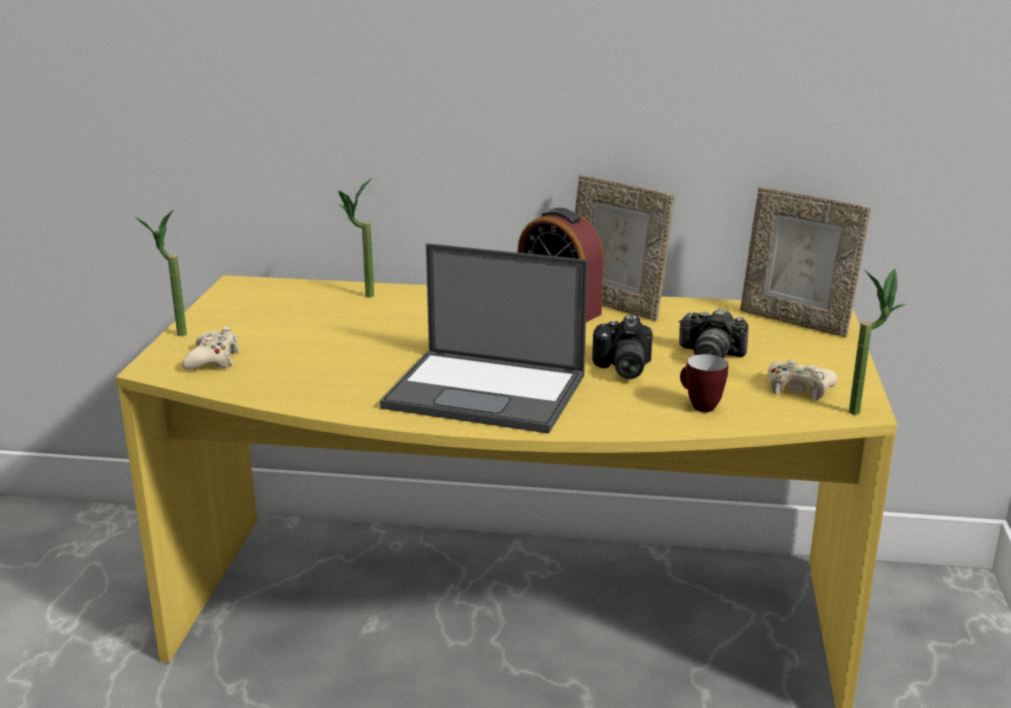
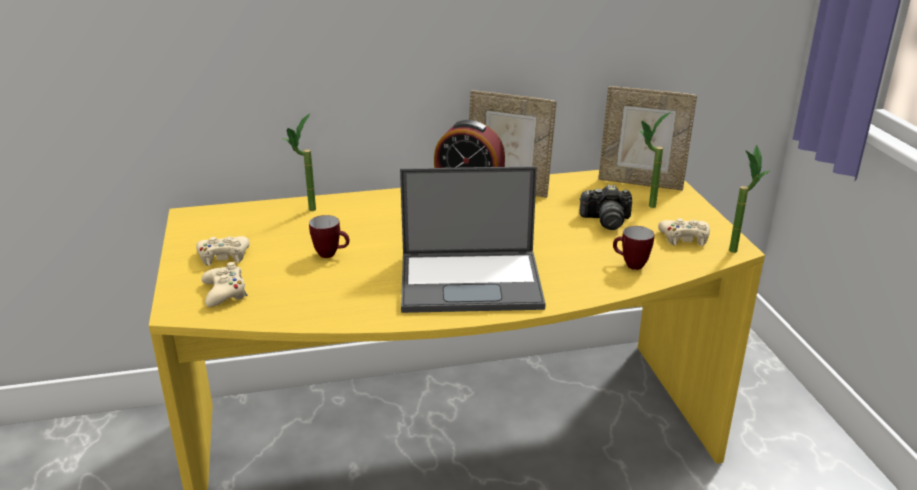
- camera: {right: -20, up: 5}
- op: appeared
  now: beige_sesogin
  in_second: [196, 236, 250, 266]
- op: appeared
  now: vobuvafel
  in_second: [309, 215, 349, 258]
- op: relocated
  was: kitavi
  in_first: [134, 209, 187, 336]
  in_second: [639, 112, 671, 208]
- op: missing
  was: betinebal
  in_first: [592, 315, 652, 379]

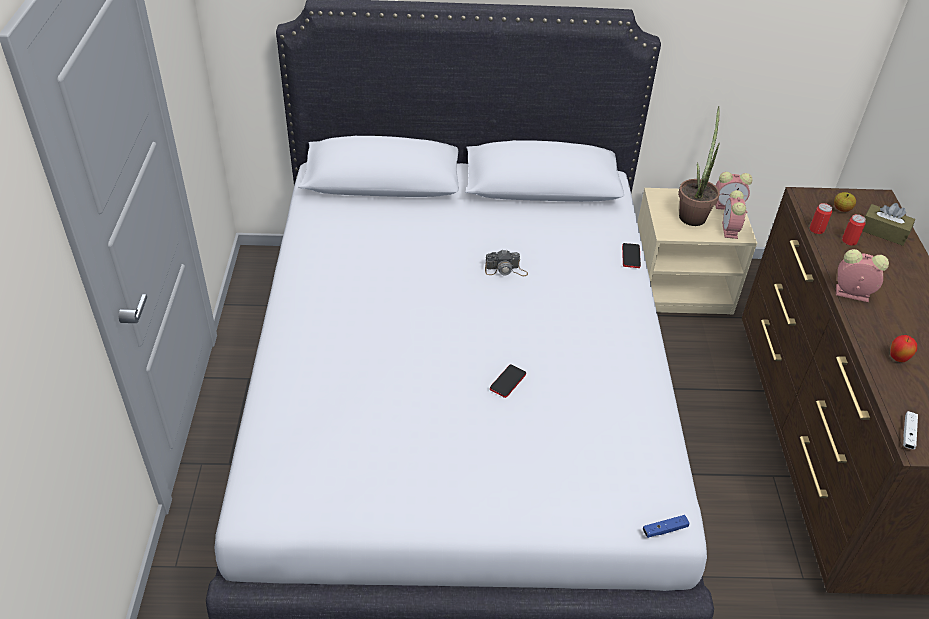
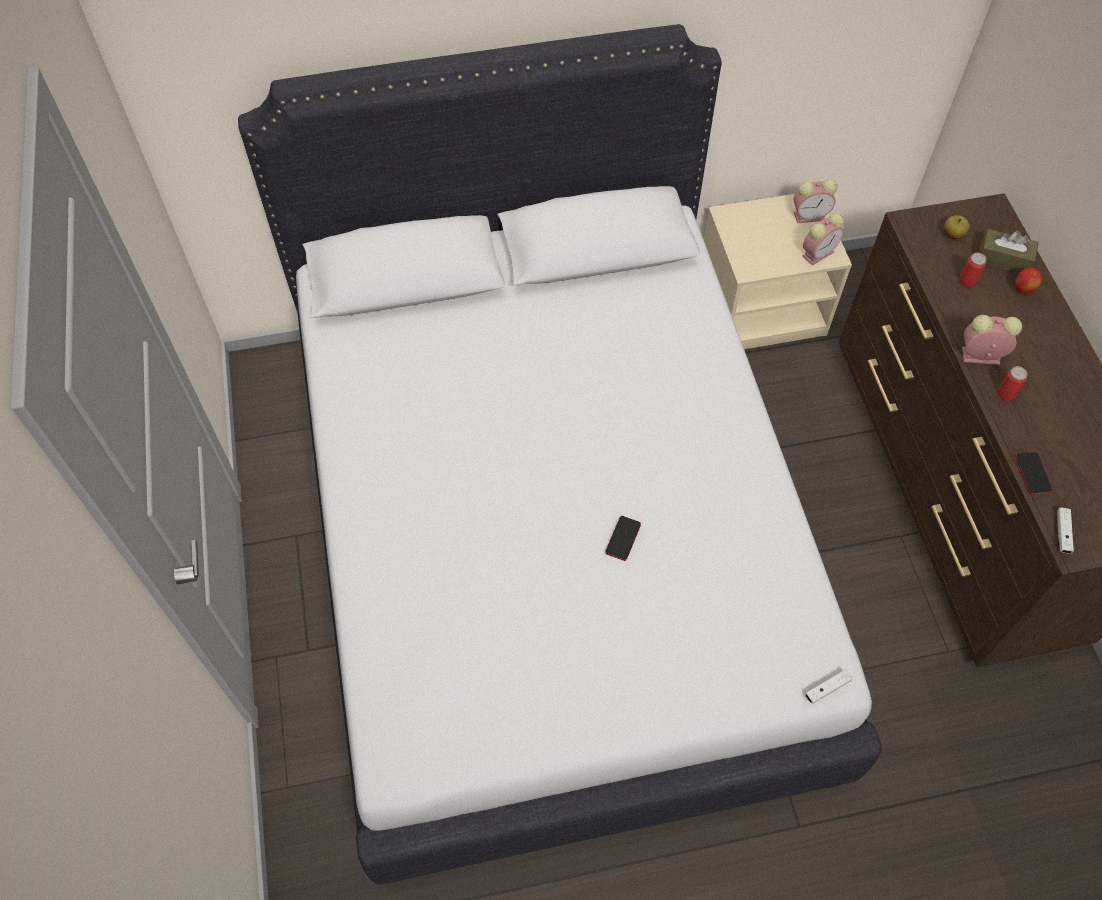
- camera: {right: -10, up: 15}
- op: spun
  was: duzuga
  in_first: [722, 190, 748, 239]
  in_second: [802, 213, 844, 266]
  clockwise: -120
- op: colour
  was: blue_sesogin
  now: white_sesogin
  in_first: [643, 515, 690, 538]
  in_second: [805, 670, 852, 704]
- op: relocated
  was: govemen
  in_first: [810, 203, 832, 234]
  in_second: [997, 366, 1028, 400]
- op: relocated
  was: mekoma
  in_first: [622, 243, 641, 268]
  in_second: [1015, 452, 1052, 495]
- op: relocated
  was: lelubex
  in_first: [890, 335, 917, 362]
  in_second: [1016, 267, 1043, 295]
- op: missing
  was: betinebal
  in_first: [485, 250, 528, 276]
- op: missing
  was: kitavi
  in_first: [678, 106, 720, 226]

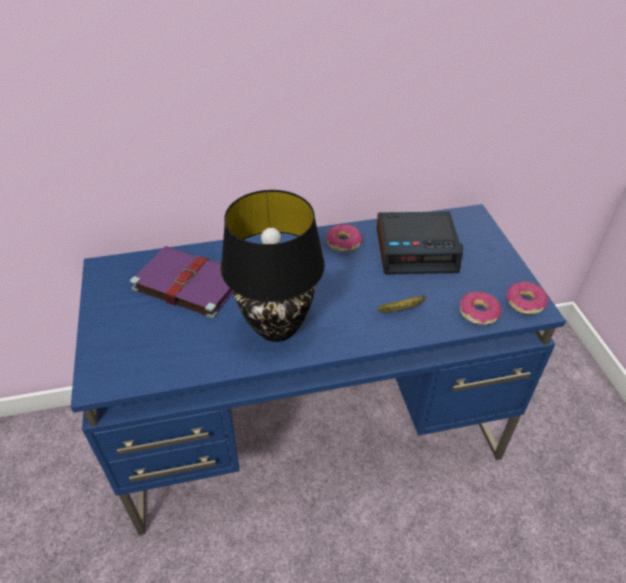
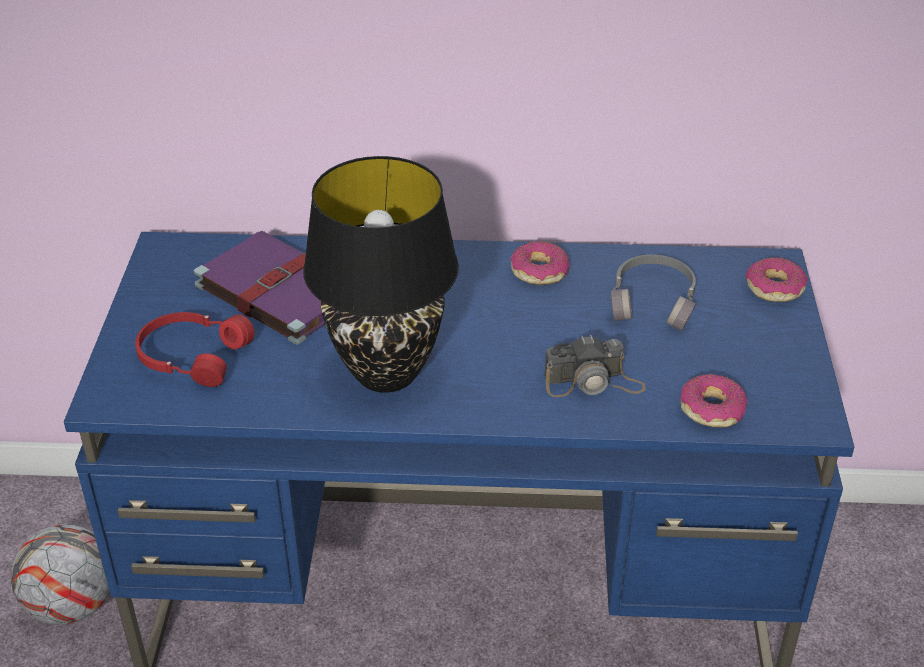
- camera: {right: 15, up: -5}
- op: appeared
  now: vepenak
  in_second: [11, 524, 110, 625]
- op: appeared
  now: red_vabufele
  in_second: [135, 312, 254, 387]
- op: exchanged
  was: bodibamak
  now: betinebal
  in_first: [377, 294, 426, 312]
  in_second: [544, 335, 646, 397]
- op: exchanged
  was: duzuga
  now: grey_vabufele
  in_first: [377, 211, 463, 274]
  in_second: [611, 254, 696, 331]
- op: relocated
  was: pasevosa
  in_first: [507, 281, 548, 314]
  in_second: [745, 257, 808, 302]

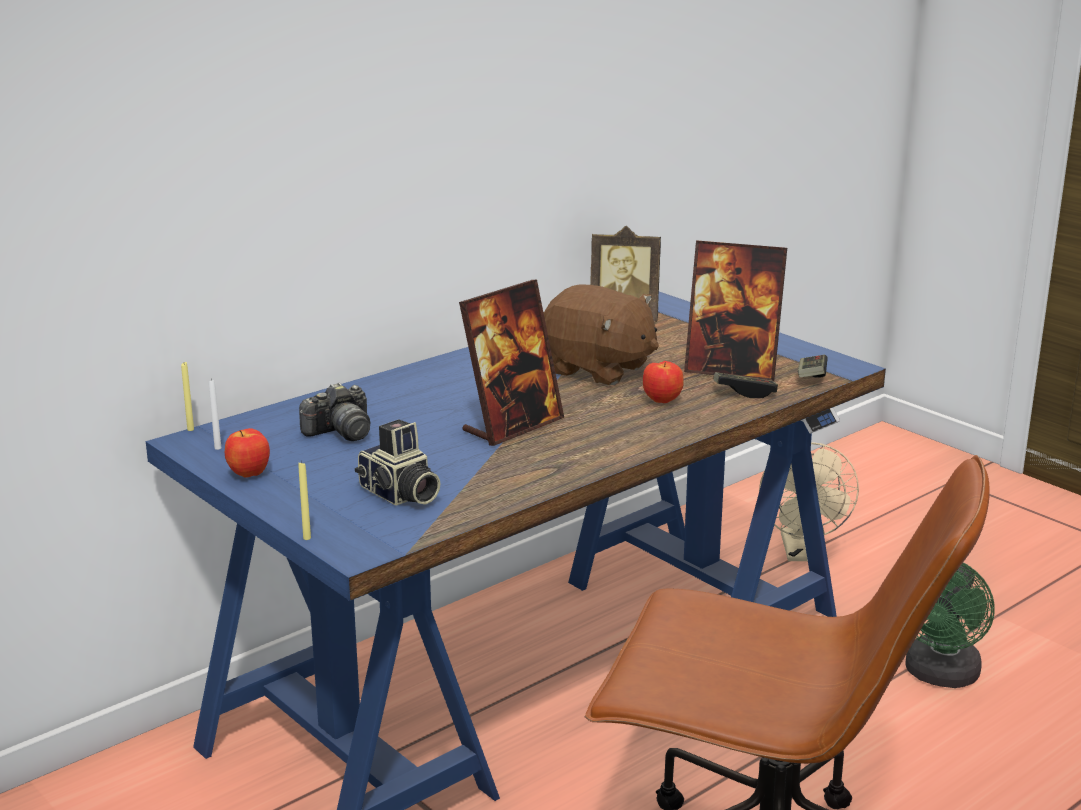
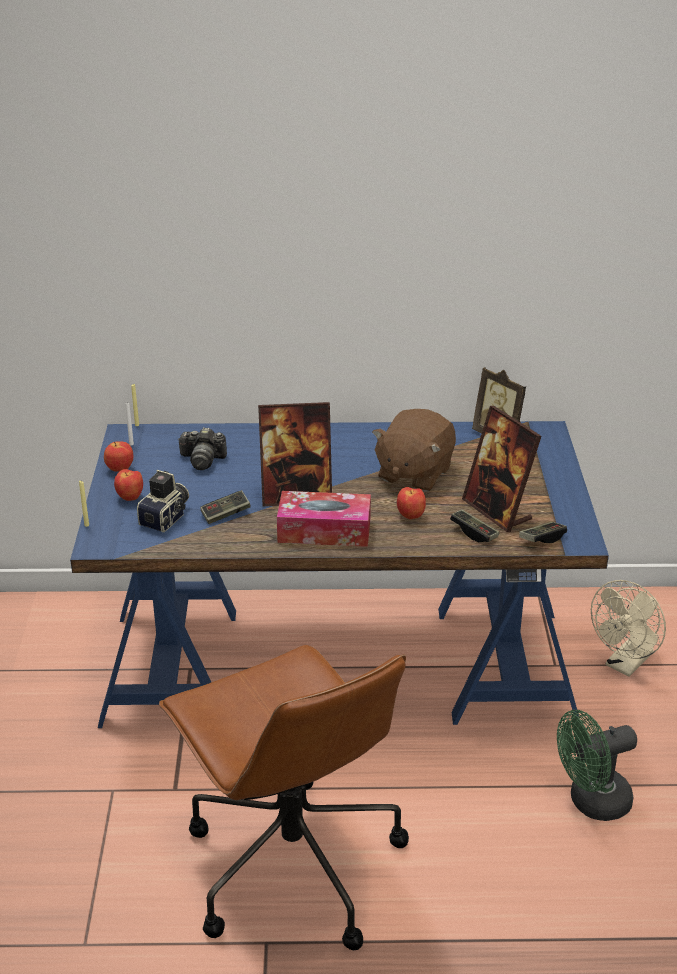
- camera: {right: 40, up: 10}
- op: appeared
  now: lelubex
  in_second: [114, 469, 143, 501]
- op: spun
  was: betinebal
  in_first: [355, 419, 441, 506]
  in_second: [137, 470, 189, 532]
  clockwise: -150
- op: appeared
  now: sesogin
  in_second: [200, 490, 251, 524]
- op: appeared
  now: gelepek
  in_second: [277, 491, 371, 547]
- op: spun
  was: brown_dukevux
  in_first: [544, 284, 659, 385]
  in_second: [372, 409, 456, 492]
  clockwise: 45

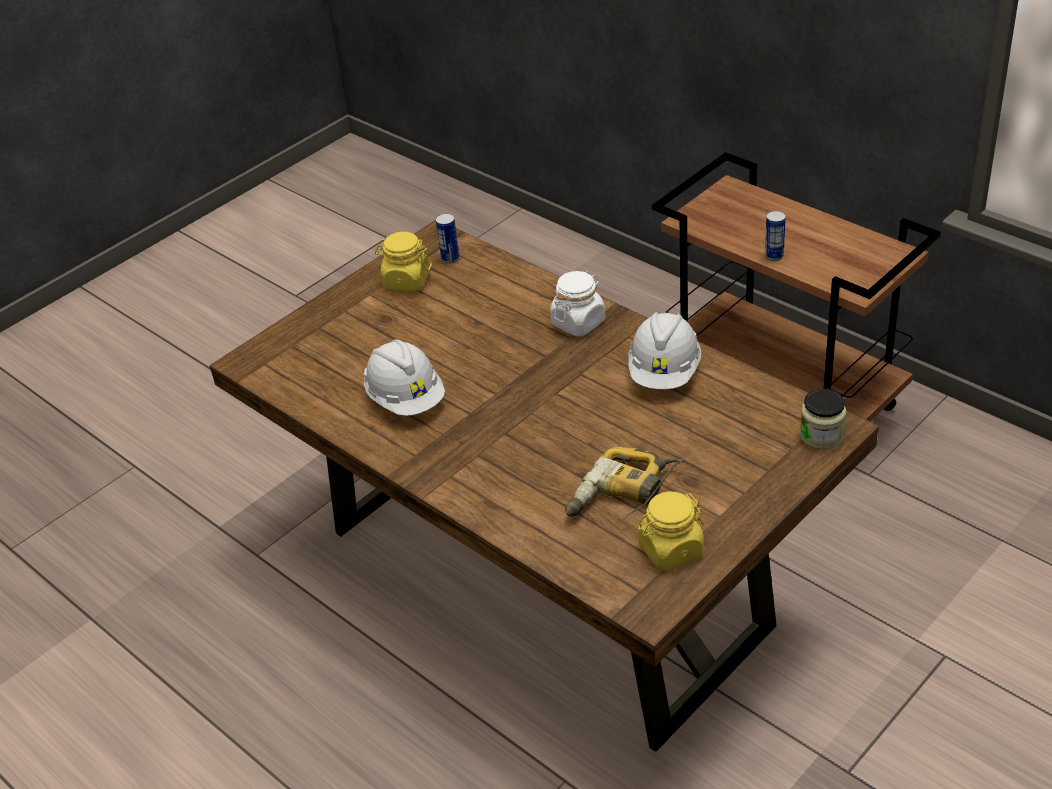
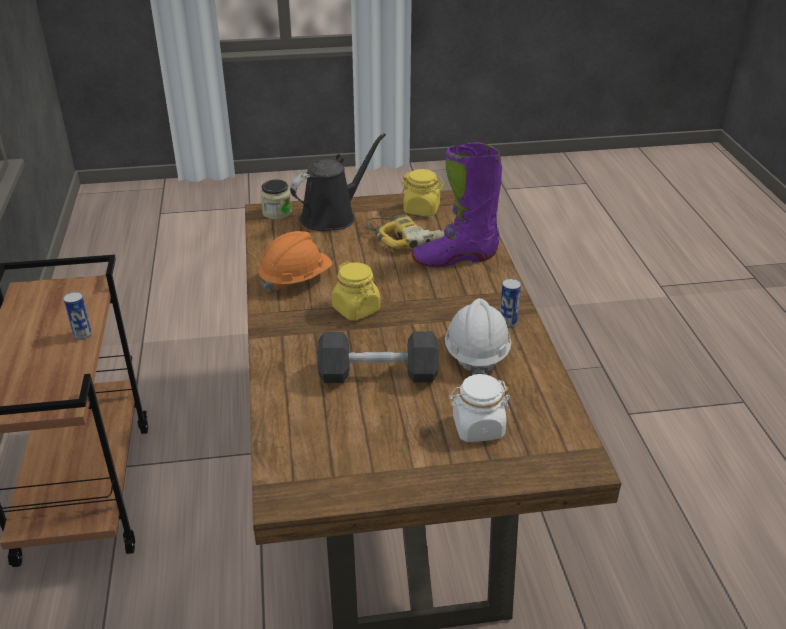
- camera: {right: -145, up: -5}
- op: colour
  was: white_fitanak
  now: orange_fitanak
  in_first: [628, 312, 701, 390]
  in_second: [259, 231, 332, 292]
- op: appeared
  now: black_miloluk
  in_second: [290, 133, 386, 231]
- op: appeared
  now: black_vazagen
  in_second: [317, 331, 439, 383]
- op: relocated
  was: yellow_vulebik
  in_first: [375, 232, 432, 292]
  in_second: [332, 262, 380, 321]
- op: appeared
  now: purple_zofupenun
  in_second: [412, 142, 502, 267]
- op: relocated
  was: white_vulebik
  in_first: [550, 271, 605, 337]
  in_second: [449, 374, 510, 442]
- op: relocated
  was: govemen
  in_first: [436, 213, 460, 264]
  in_second: [500, 279, 521, 327]

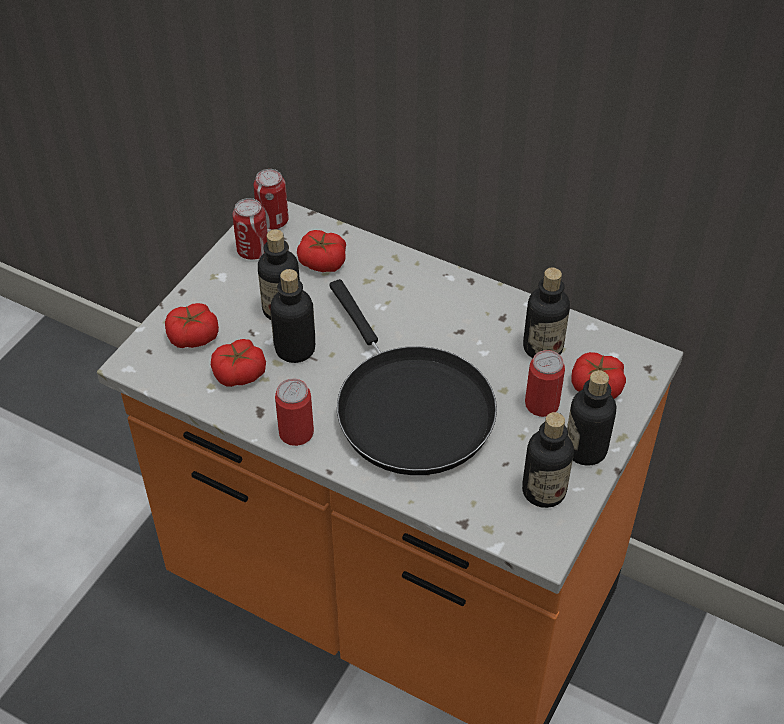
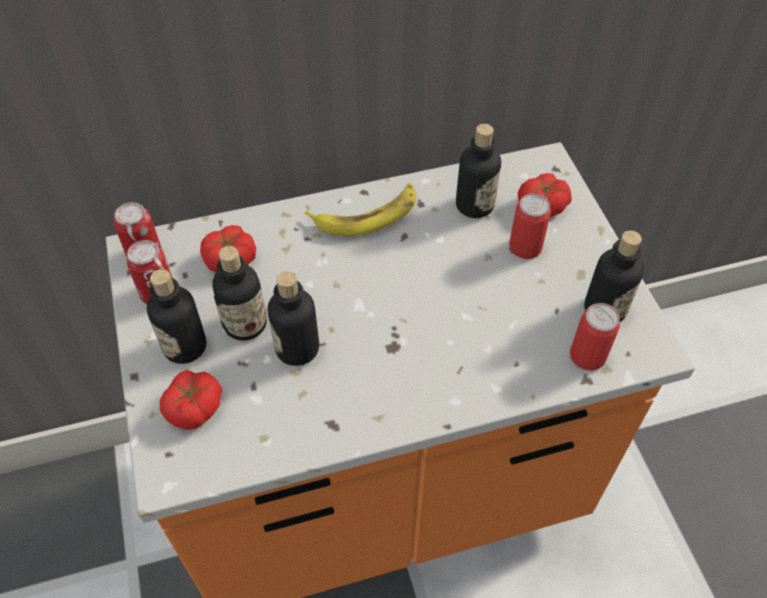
- camera: {right: -45, up: 5}
- op: relocated
  was: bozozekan
  in_first: [567, 370, 616, 466]
  in_second: [147, 269, 206, 364]
- op: appeared
  now: bodibamak
  in_second: [305, 183, 416, 236]
- op: relocated
  was: govemen
  in_first: [275, 378, 314, 446]
  in_second: [570, 303, 620, 371]
- op: missing
  was: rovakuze
  in_first: [211, 339, 266, 387]
- op: missing
  was: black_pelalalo
  in_first: [329, 279, 497, 475]

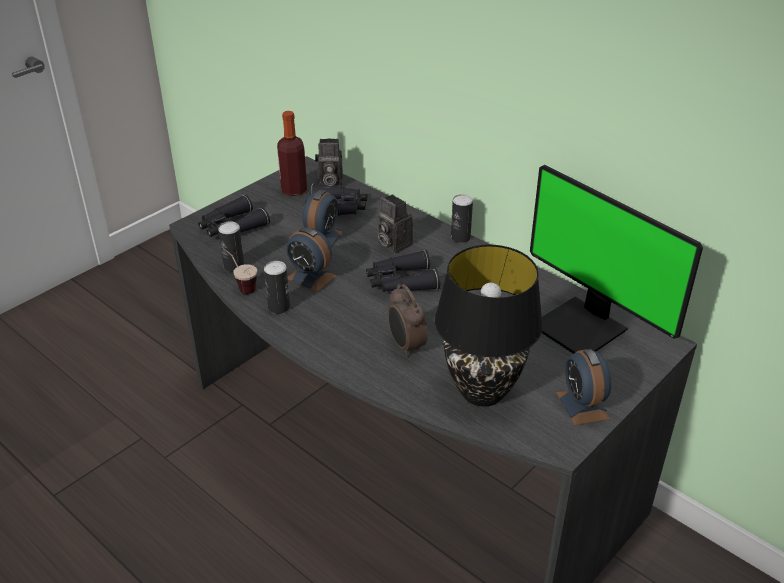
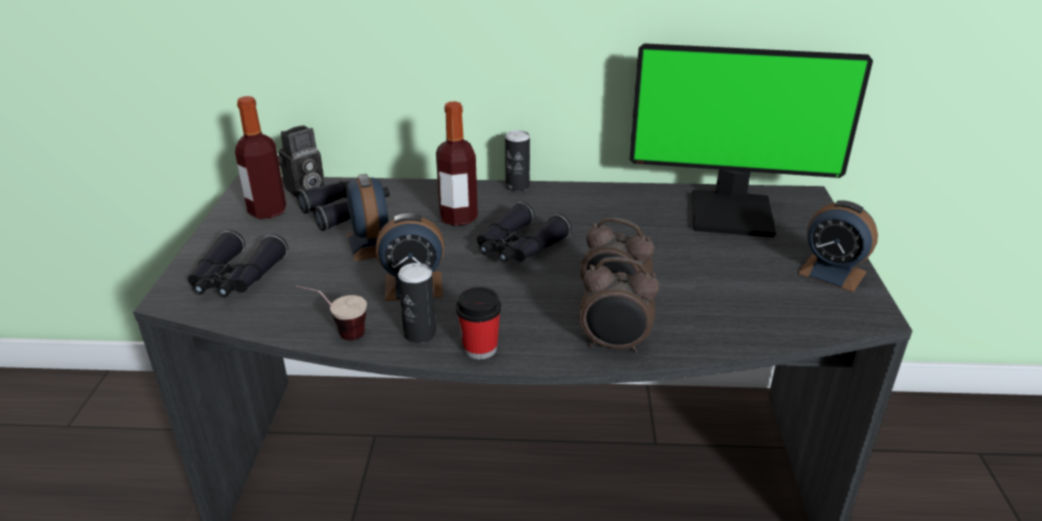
- camera: {right: -40, up: -5}
- op: exchanged
  was: betinebal
  now: bozozekan
  in_first: [378, 194, 413, 254]
  in_second: [436, 101, 478, 226]
- op: appeared
  now: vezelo
  in_second: [456, 287, 501, 359]
- op: appeared
  now: duzuga
  in_second: [580, 257, 659, 353]
- op: missing
  was: govemen
  in_first: [218, 221, 244, 272]
- op: missing
  was: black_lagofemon
  in_first: [435, 245, 543, 407]

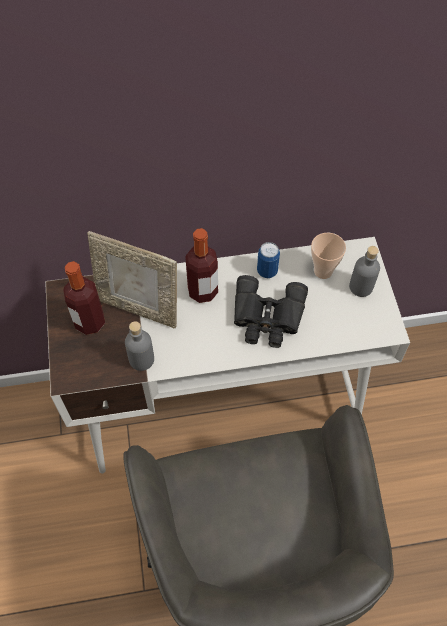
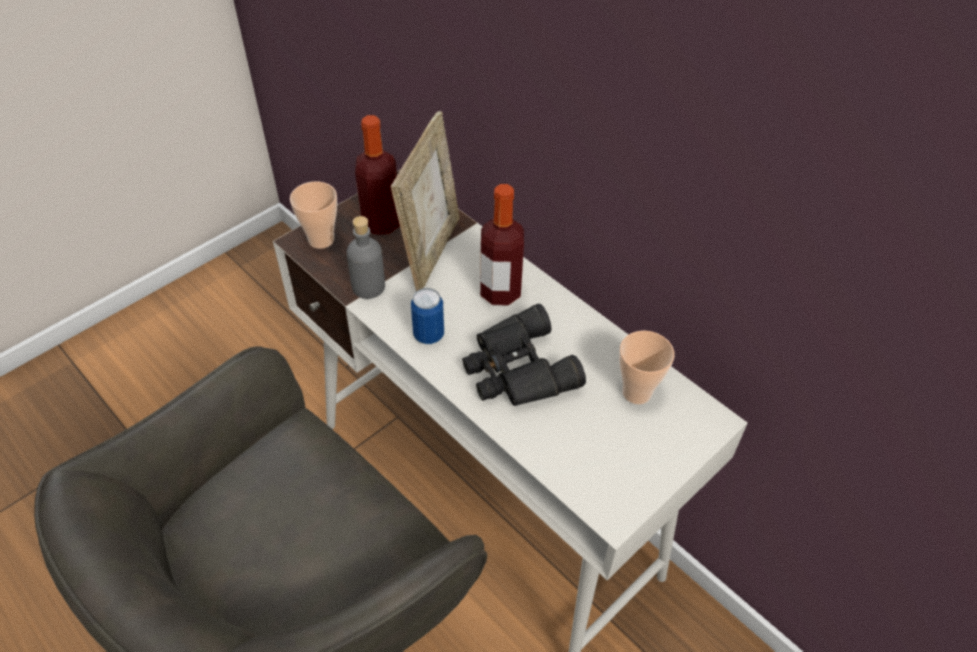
- camera: {right: 55, up: -10}
- op: appeared
  now: vezelo
  in_second: [290, 181, 337, 249]
- op: spun
  was: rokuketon
  in_first: [87, 231, 177, 328]
  in_second: [391, 111, 460, 292]
  clockwise: -150
- op: relocated
  was: govemen
  in_first: [257, 242, 280, 278]
  in_second: [411, 288, 444, 344]
- op: missing
  was: grey_bozozekan
  in_first: [349, 246, 380, 297]

